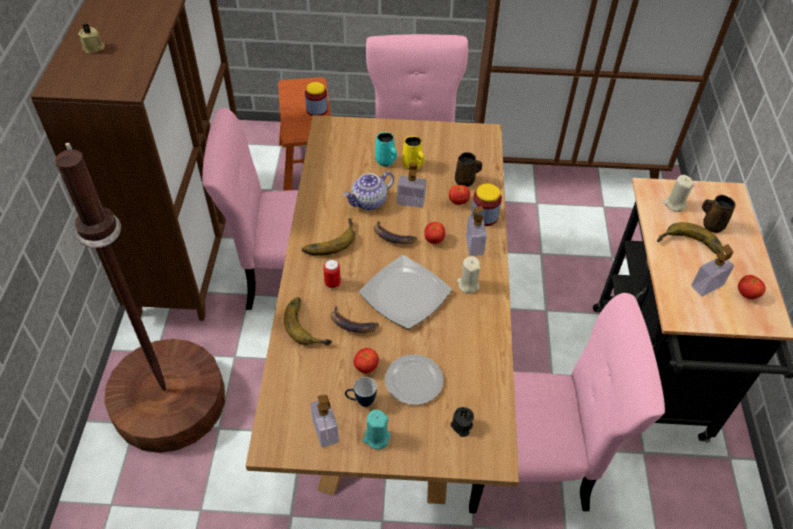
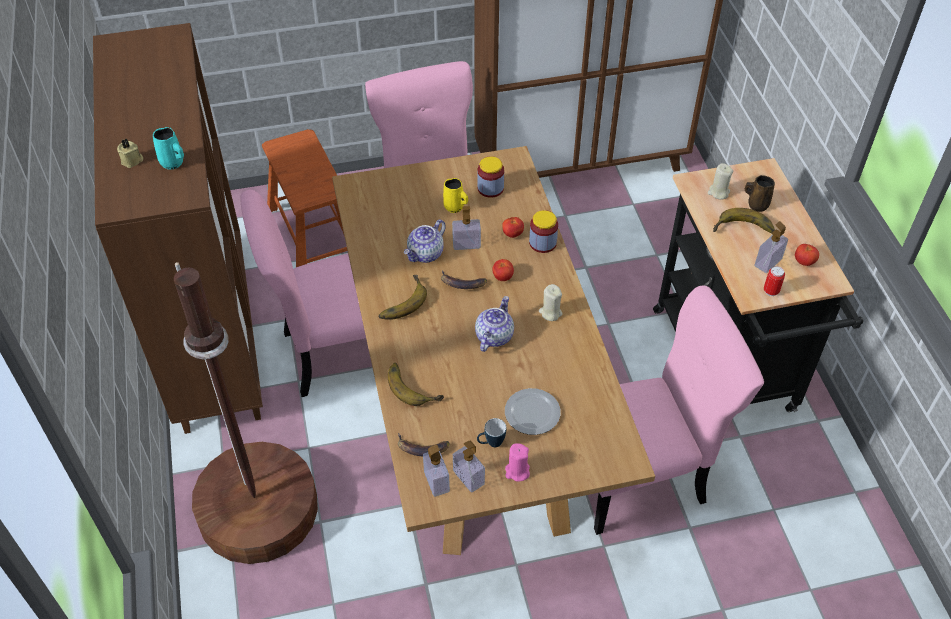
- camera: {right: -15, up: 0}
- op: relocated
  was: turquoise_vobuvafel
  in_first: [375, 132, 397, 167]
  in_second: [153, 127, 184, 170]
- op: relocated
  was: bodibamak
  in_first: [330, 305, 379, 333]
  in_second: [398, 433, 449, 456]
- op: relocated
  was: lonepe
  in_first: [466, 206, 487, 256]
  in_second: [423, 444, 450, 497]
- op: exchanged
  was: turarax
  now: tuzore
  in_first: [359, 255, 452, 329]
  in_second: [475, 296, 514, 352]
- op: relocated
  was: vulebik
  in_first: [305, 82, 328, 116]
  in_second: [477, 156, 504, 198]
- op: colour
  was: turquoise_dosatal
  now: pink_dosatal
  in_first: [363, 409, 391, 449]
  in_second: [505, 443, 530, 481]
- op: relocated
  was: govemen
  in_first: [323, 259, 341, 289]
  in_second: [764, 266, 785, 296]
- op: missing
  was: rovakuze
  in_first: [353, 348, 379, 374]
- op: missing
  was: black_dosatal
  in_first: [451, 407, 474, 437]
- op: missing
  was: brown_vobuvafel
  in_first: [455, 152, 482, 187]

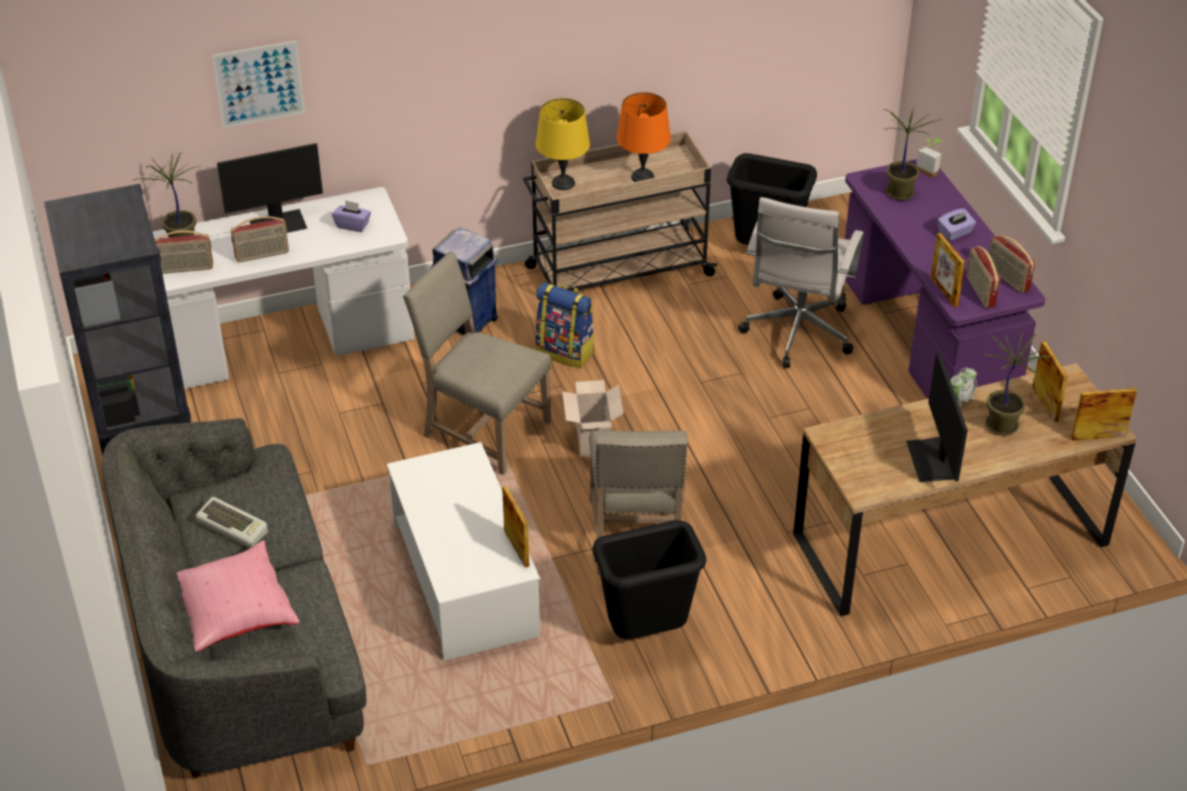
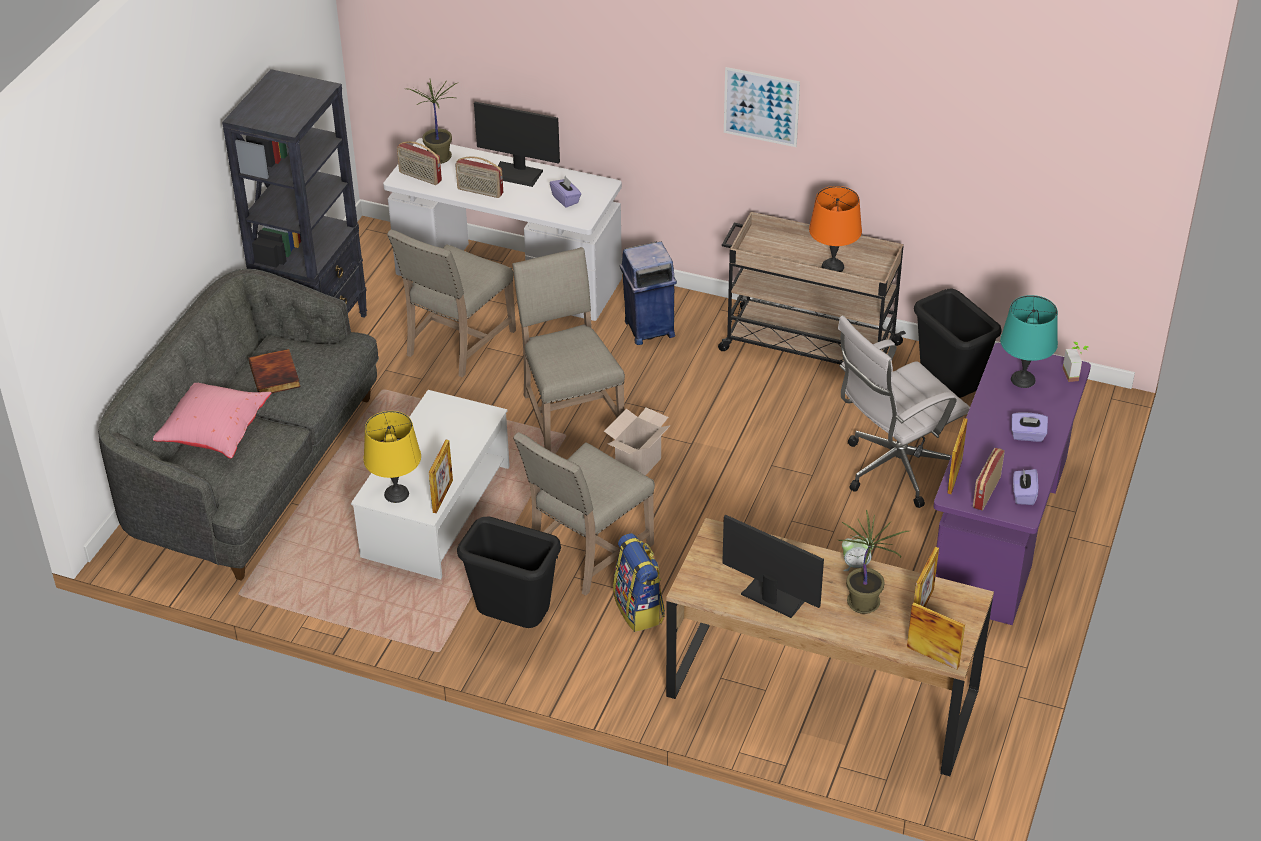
- camera: {right: 40, up: 0}
- op: exchanged
  was: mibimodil
  now: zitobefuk
  in_first: [195, 497, 268, 548]
  in_second: [248, 349, 301, 393]
- op: relocated
  was: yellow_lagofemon
  in_first: [536, 98, 590, 190]
  in_second: [363, 411, 421, 503]
- op: appeared
  now: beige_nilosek
  in_second: [387, 229, 516, 377]
- op: relocated
  was: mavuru
  in_first: [535, 282, 594, 368]
  in_second: [613, 533, 665, 632]
- op: spun
  was: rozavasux
  in_first: [906, 352, 968, 482]
  in_second: [722, 515, 824, 618]
  clockwise: 90
- op: relocated
  was: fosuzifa
  in_first: [212, 40, 305, 128]
  in_second: [724, 67, 800, 147]
- op: exchanged
  was: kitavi
  now: turquoise_lagofemon
  in_first: [884, 107, 943, 201]
  in_second: [1000, 295, 1058, 388]
- op: exchanged
  was: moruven
  now: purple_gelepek
  in_first: [989, 235, 1035, 294]
  in_second: [1013, 469, 1038, 505]

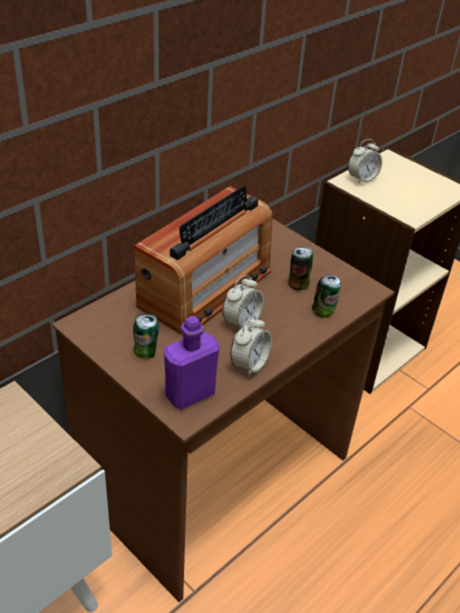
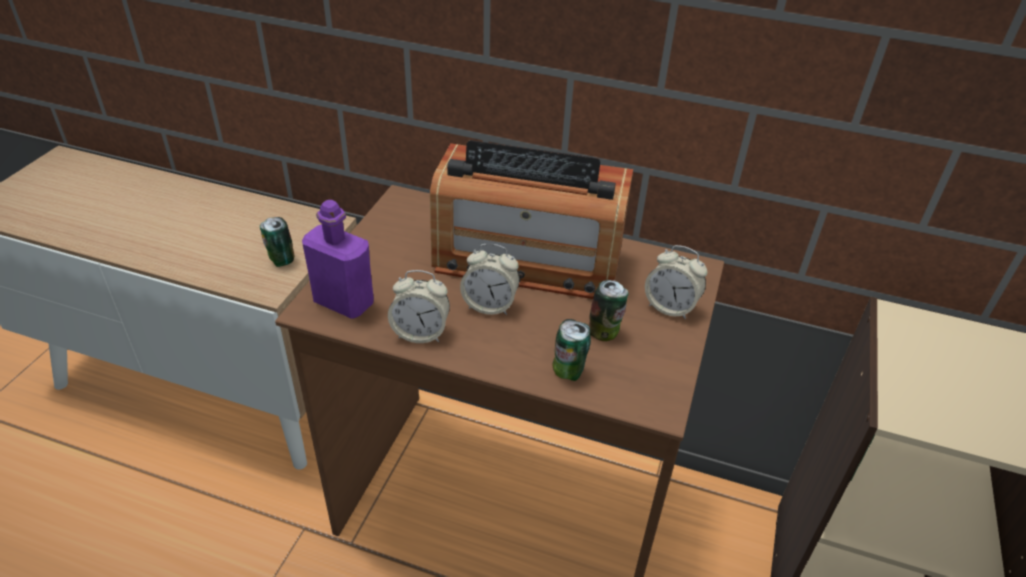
- camera: {right: 65, up: 0}
- op: relocated
  was: govemen
  in_first: [133, 314, 159, 358]
  in_second: [260, 217, 294, 267]
- op: relocated
  was: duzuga
  in_first: [348, 139, 382, 184]
  in_second: [645, 245, 707, 319]

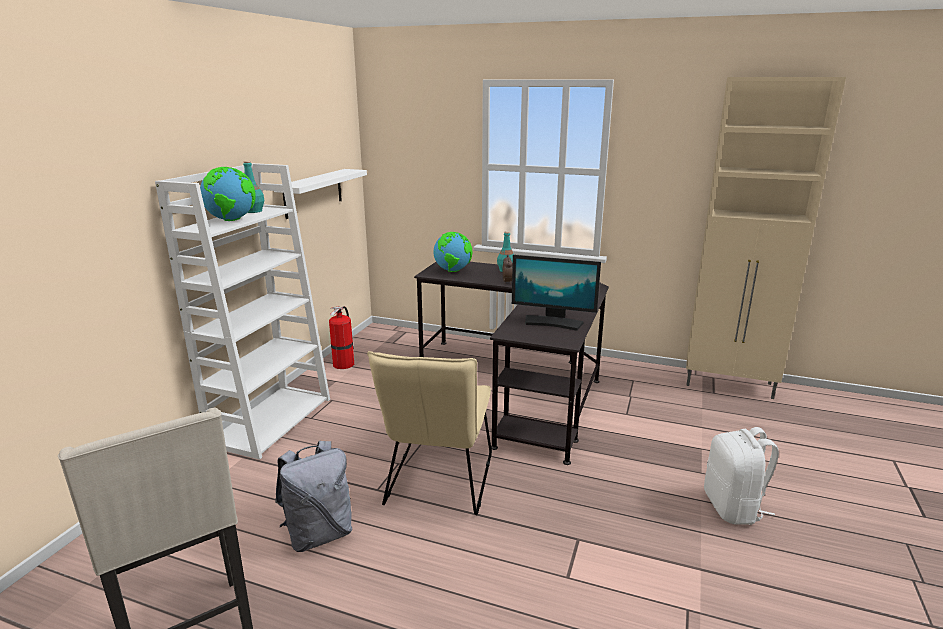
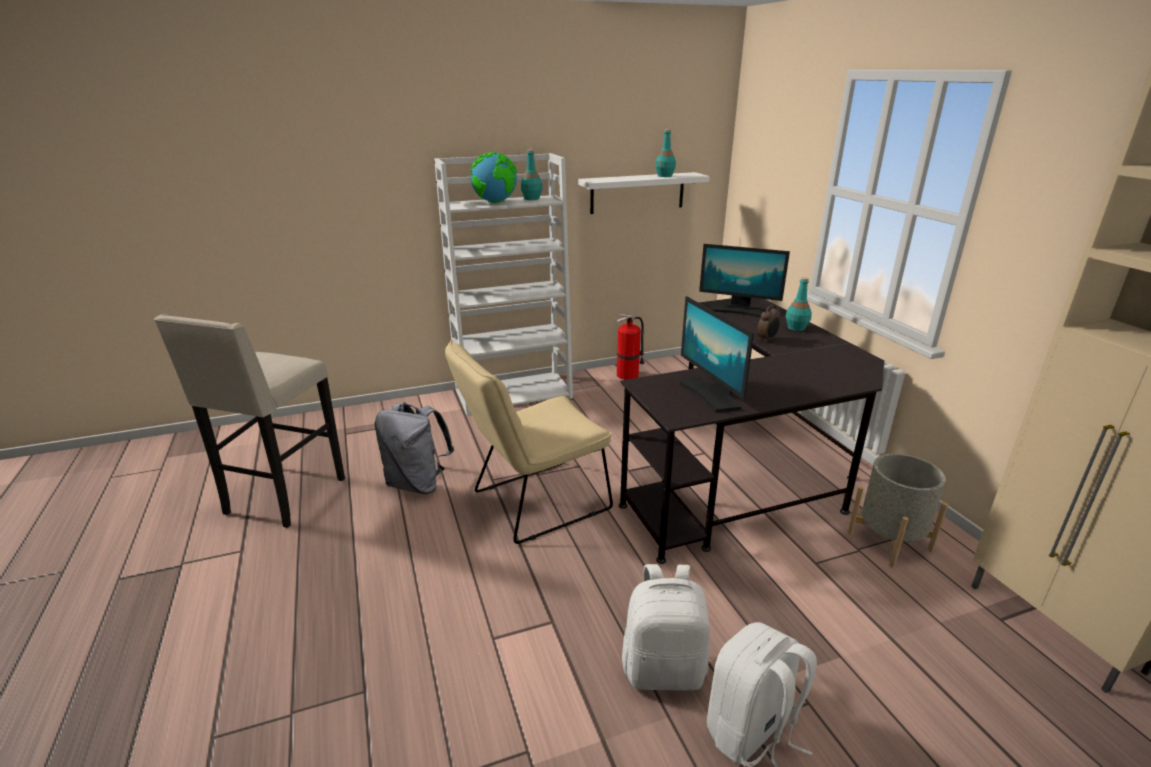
- camera: {right: 50, up: 5}
- op: appeared
  now: white_mavuru
  in_second: [622, 564, 710, 691]
- op: appeared
  now: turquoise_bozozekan
  in_second: [655, 129, 676, 177]
- op: exchanged
  was: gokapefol
  now: rozavasux
  in_first: [433, 232, 472, 272]
  in_second: [699, 244, 790, 318]
- op: appeared
  now: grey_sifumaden
  in_second: [847, 453, 948, 568]

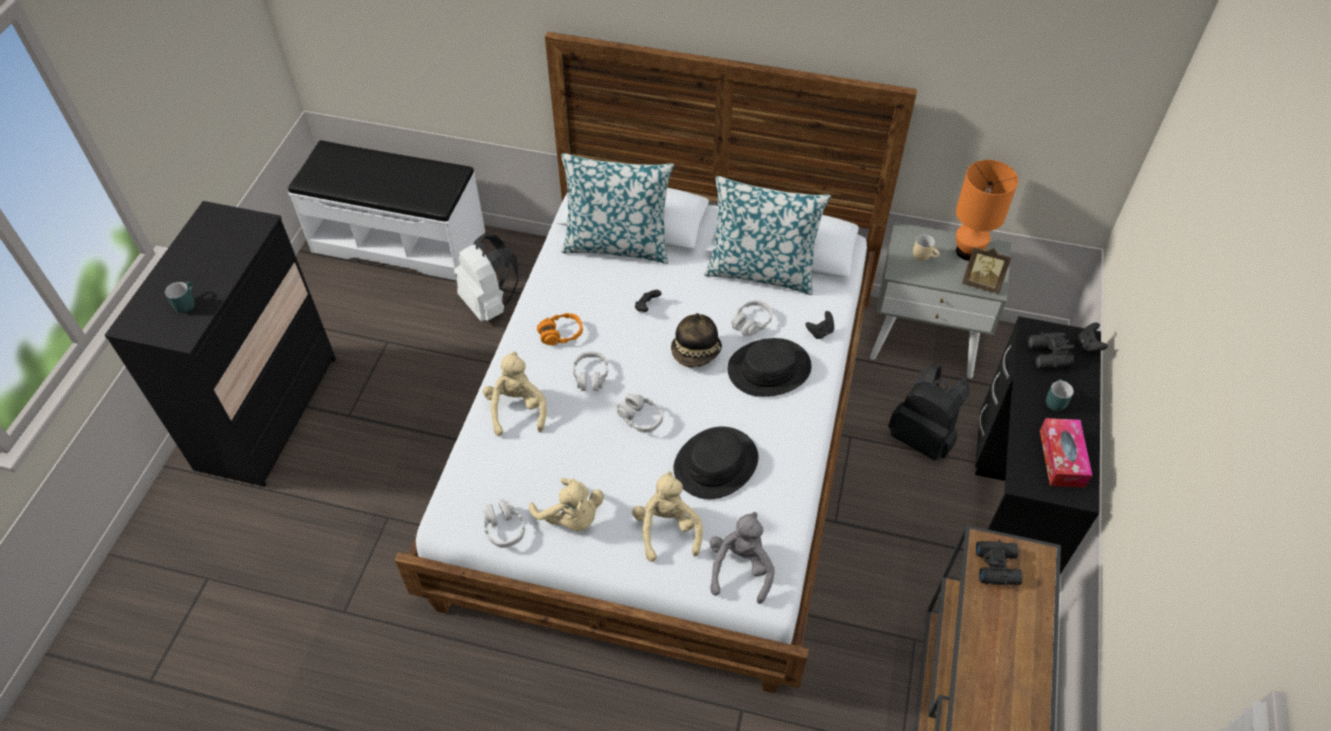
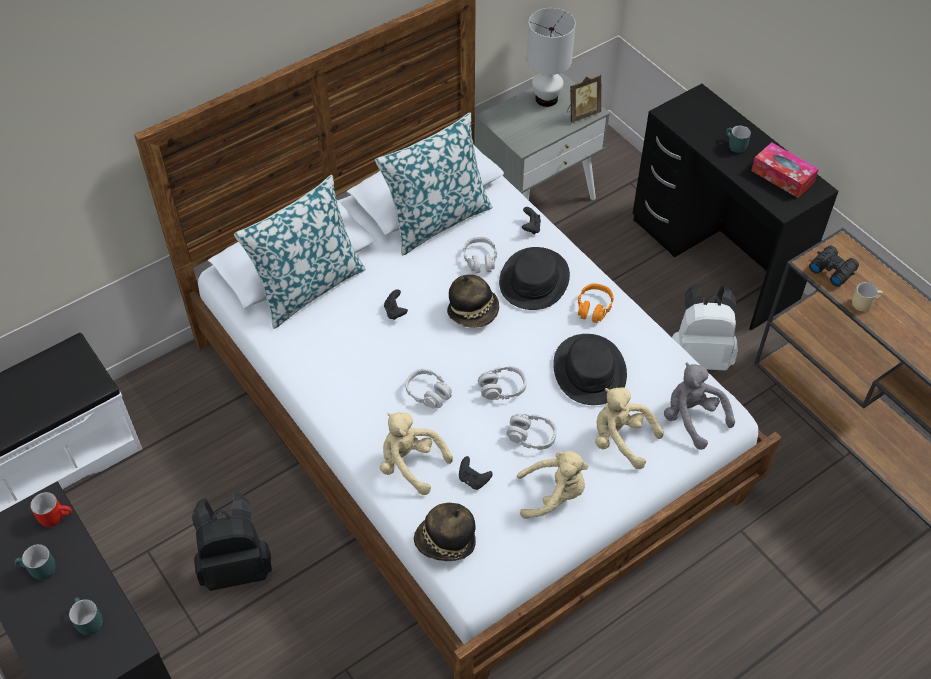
- camera: {right: -50, up: 0}
- op: appeared
  now: turquoise_vobuvafel
  in_second: [15, 544, 56, 580]
- op: appeared
  now: red_vobuvafel
  in_second: [30, 492, 72, 527]
- op: relocated
  was: black_mavuru
  in_first: [888, 365, 970, 461]
  in_second: [192, 492, 272, 591]
- op: appeared
  now: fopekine
  in_second: [414, 503, 476, 561]
- op: relocated
  was: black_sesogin
  in_first: [1078, 323, 1108, 353]
  in_second: [459, 456, 493, 490]
- op: relocated
  was: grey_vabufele
  in_first: [483, 499, 525, 548]
  in_second: [506, 413, 557, 450]
- op: colour
  was: orange_lagofemon
  now: white_lagofemon
  in_first: [956, 160, 1018, 261]
  in_second: [527, 8, 576, 107]
- op: relocated
  was: orange_vabufele
  in_first: [537, 313, 583, 345]
  in_second: [578, 283, 614, 323]
- op: relocated
  was: white_mavuru
  in_first: [454, 234, 519, 322]
  in_second: [672, 284, 738, 370]
- op: relocated
  was: beige_vobuvafel
  in_first: [913, 234, 940, 261]
  in_second: [852, 282, 883, 311]
- op: missing
  was: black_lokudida
  in_first: [1028, 332, 1074, 369]

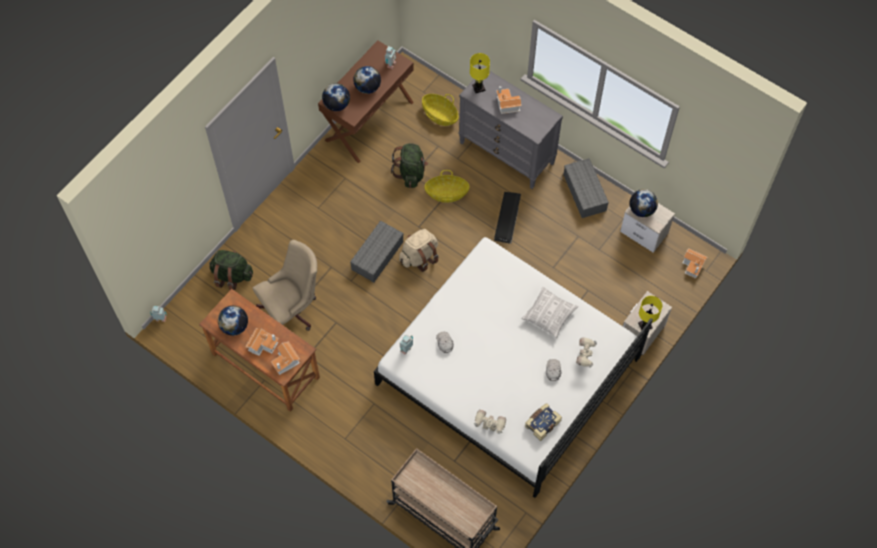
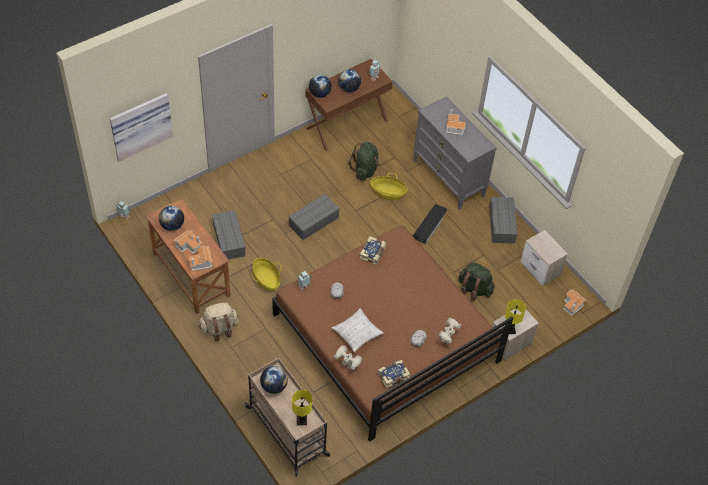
- camera: {right: 15, up: -10}
- op: appeared
  now: fosuzifa
  in_second: [110, 93, 173, 161]
- op: relocated
  was: beige_mavuru
  in_first: [399, 229, 438, 272]
  in_second: [199, 303, 239, 341]
- op: exchanged
  was: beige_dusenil
  now: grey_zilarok
  in_first: [253, 240, 317, 331]
  in_second: [212, 210, 246, 260]
- op: relocated
  was: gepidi
  in_first: [422, 94, 459, 126]
  in_second: [251, 258, 281, 291]
- op: relocated
  was: gokapefol
  in_first: [630, 189, 658, 217]
  in_second: [260, 366, 288, 394]
- op: colour
  was: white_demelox
  now: brown_demelox
  in_first: [374, 237, 653, 498]
  in_second: [272, 225, 513, 442]
- op: relocated
  was: yellow_lagofemon
  in_first: [470, 53, 490, 93]
  in_second: [292, 390, 312, 425]
- op: relocated
  was: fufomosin
  in_first: [521, 287, 578, 338]
  in_second: [331, 308, 383, 352]
- op: appeared
  now: zitobefuk
  in_second: [360, 236, 386, 265]
- op: relocated
  was: green_mavuru
  in_first: [209, 250, 253, 290]
  in_second: [458, 262, 495, 301]

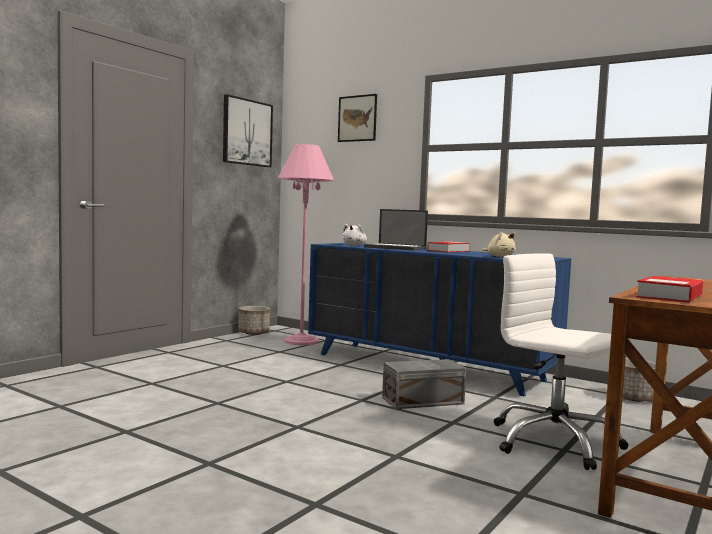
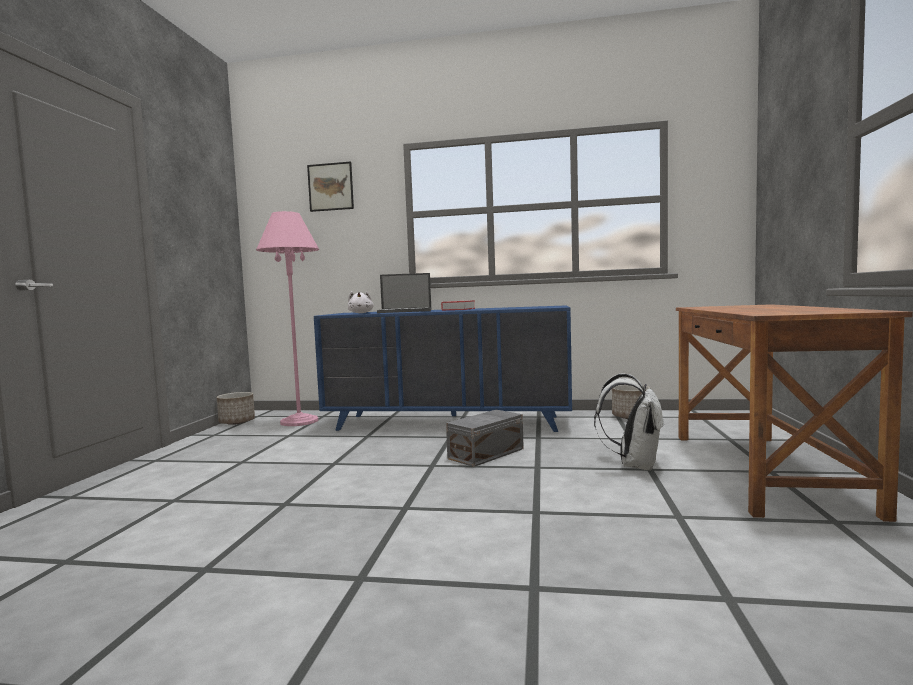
- camera: {right: -25, up: 0}
- op: exchanged
  was: white_dusenil
  now: white_mavuru
  in_first: [494, 253, 629, 470]
  in_second: [594, 373, 665, 471]
- op: missing
  was: fosuzifa
  in_first: [223, 94, 273, 167]
- op: missing
  was: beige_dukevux
  in_first: [481, 232, 516, 257]
- op: missing
  was: zitobefuk
  in_first: [636, 276, 703, 303]

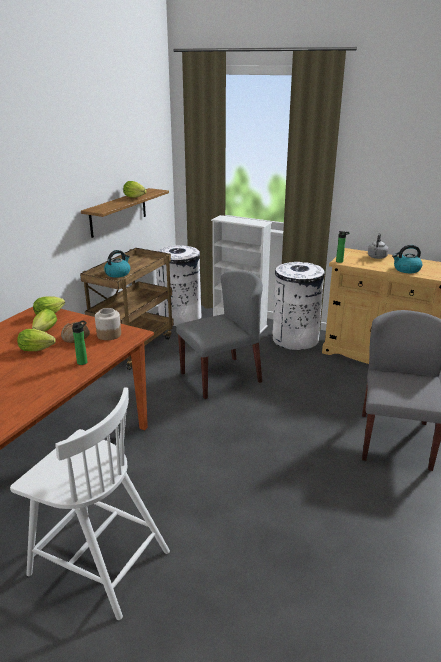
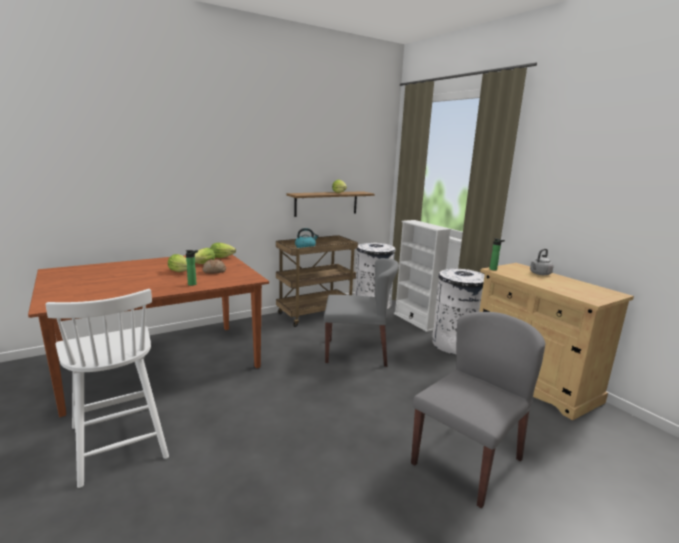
- camera: {right: 30, up: -10}
- op: missing
  was: vulebik
  in_first: [95, 308, 121, 340]
- op: missing
  was: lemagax
  in_first: [392, 245, 422, 273]

